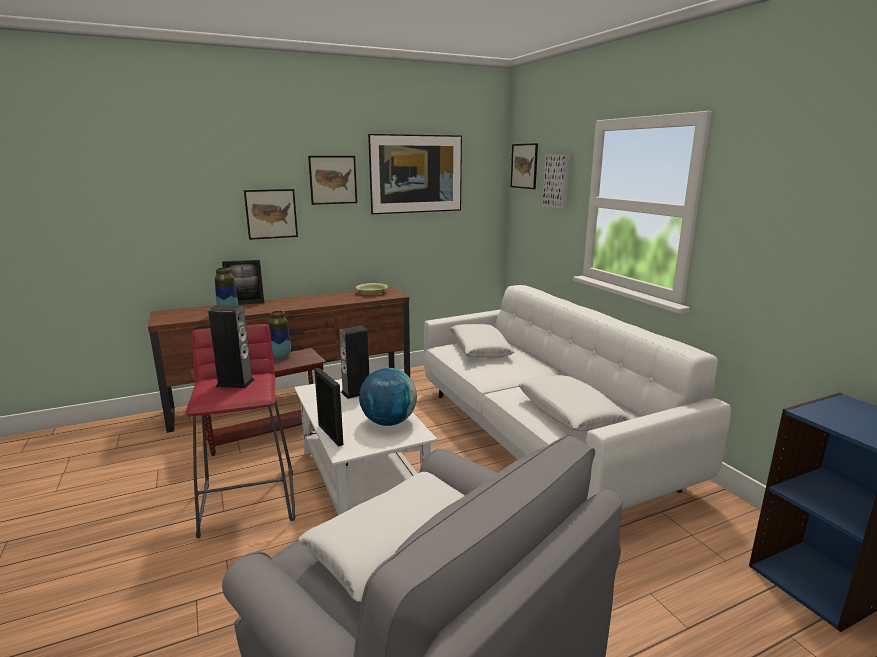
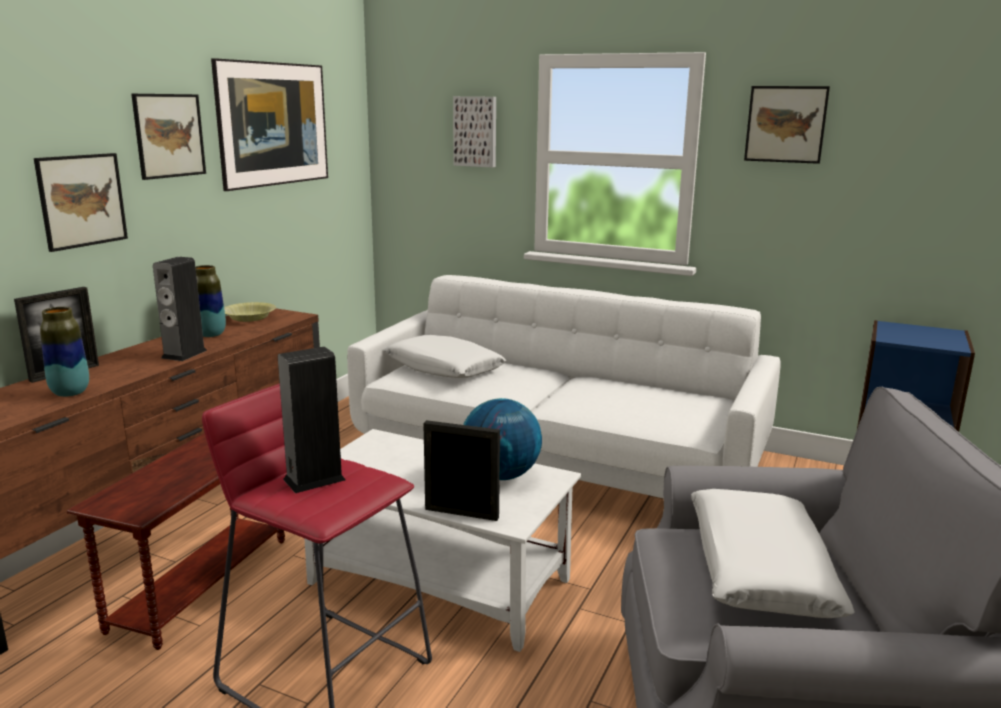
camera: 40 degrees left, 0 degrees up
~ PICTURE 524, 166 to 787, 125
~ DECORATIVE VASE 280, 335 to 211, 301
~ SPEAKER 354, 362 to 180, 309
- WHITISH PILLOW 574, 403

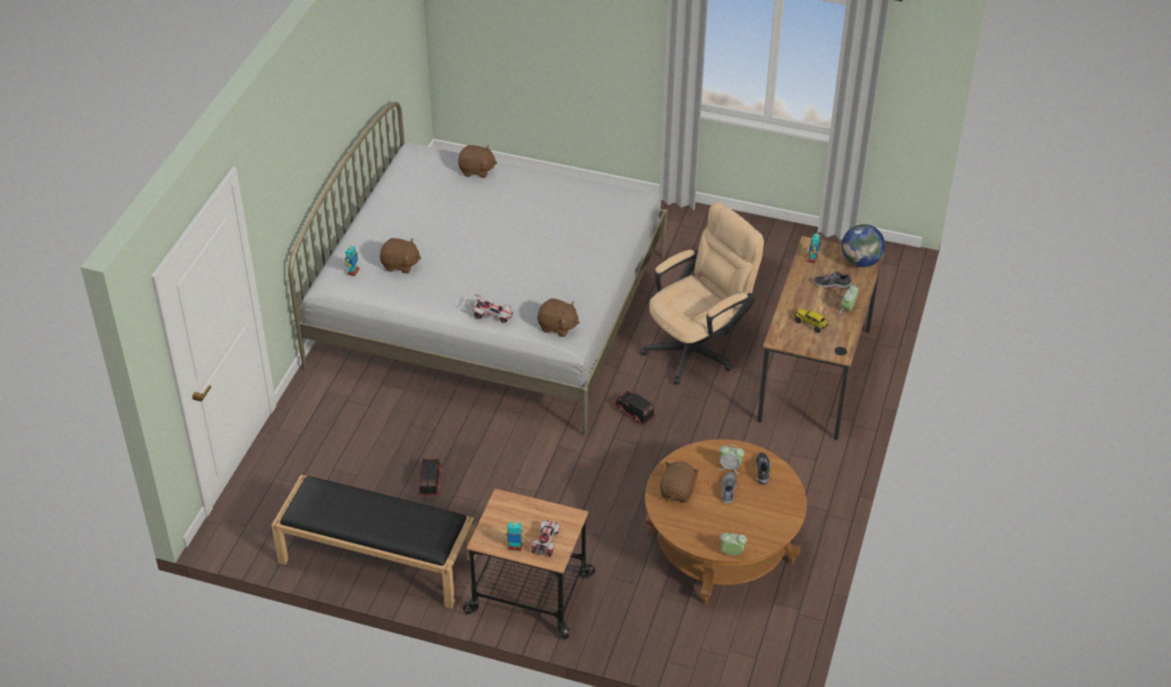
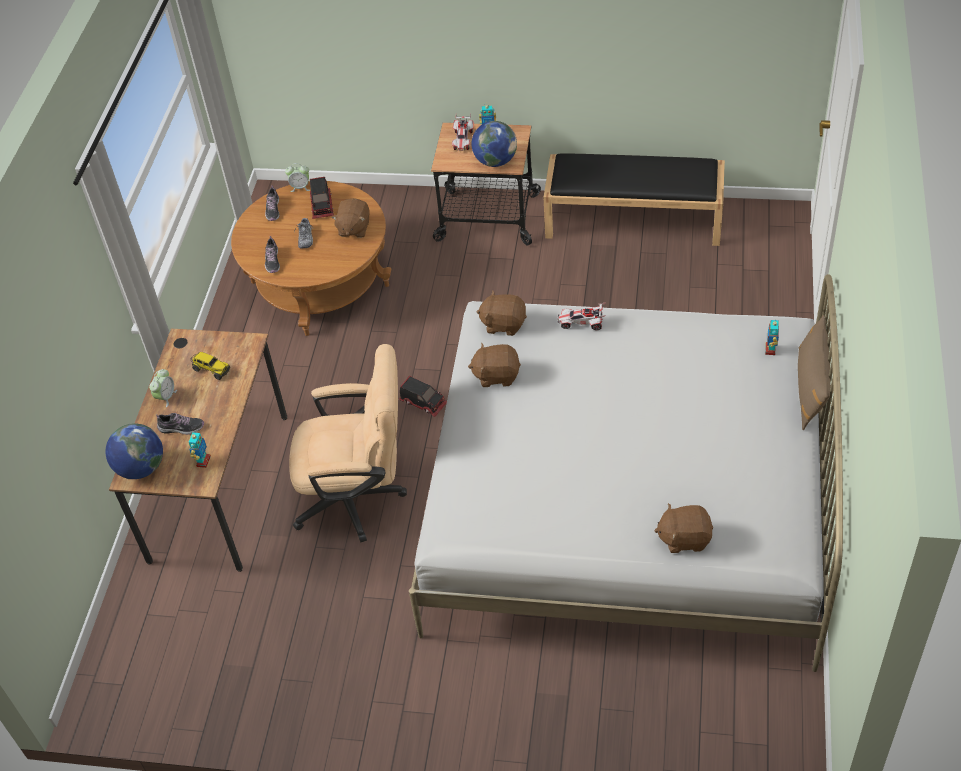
camera: 175 degrees right, 5 degrees up
~ BEIGE-COLOURED OFFICE CHAIR 702, 293 = 348, 443 135 degrees counterclockwise
~ BROWN SOFT TOY 400, 255 to 494, 364
- ALARM CLOCK 731, 459
~ TOY LORRY 430, 476 to 321, 198
+ DESK GLOBE 494, 144
+ ITEM OF FOOTWEAR 272, 203
+ BROWN PILLOW 814, 372

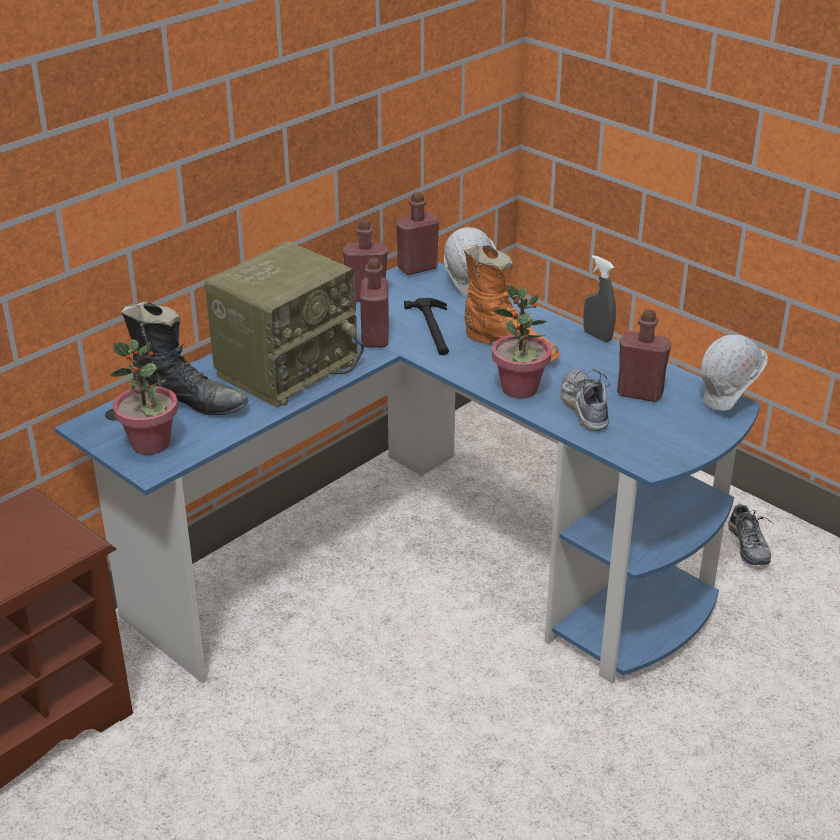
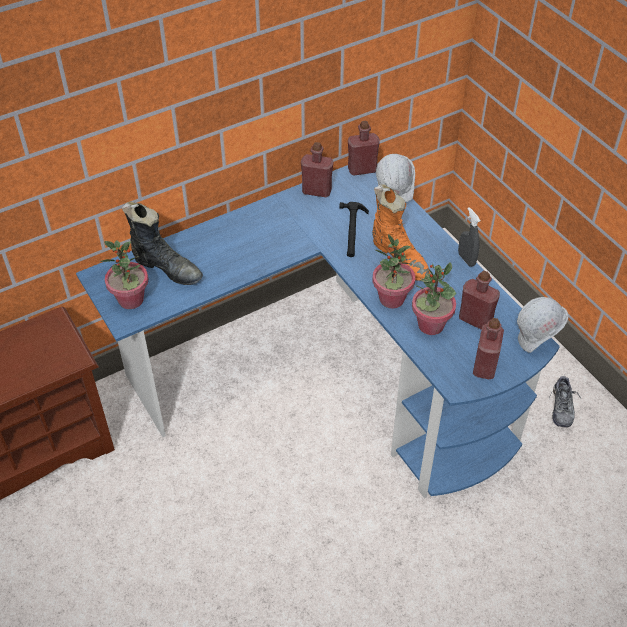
camera: 15 degrees right, 15 degrees up
- RADIO 284, 324
~ RED DRINK BOTTLE 374, 302 to 488, 348
~ ITEM OF FOOTWEAR 585, 400 to POTTED PLANT 434, 299

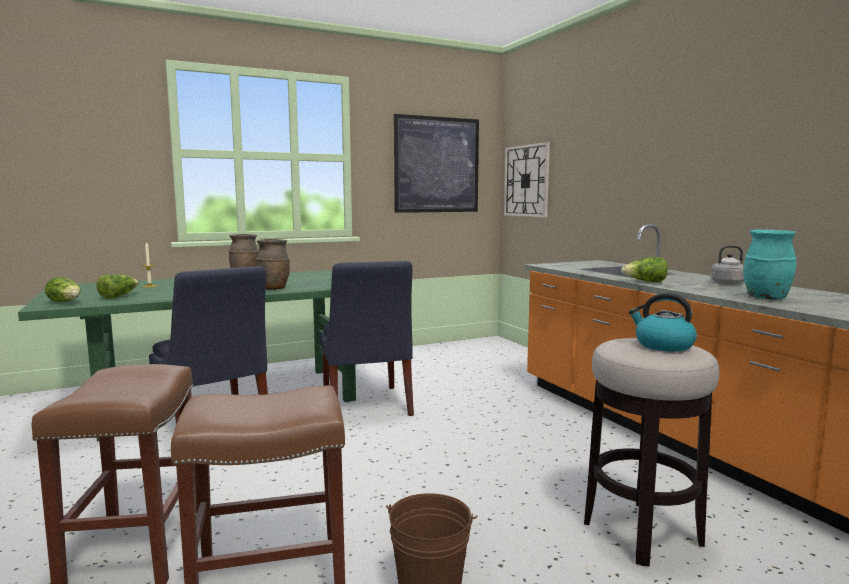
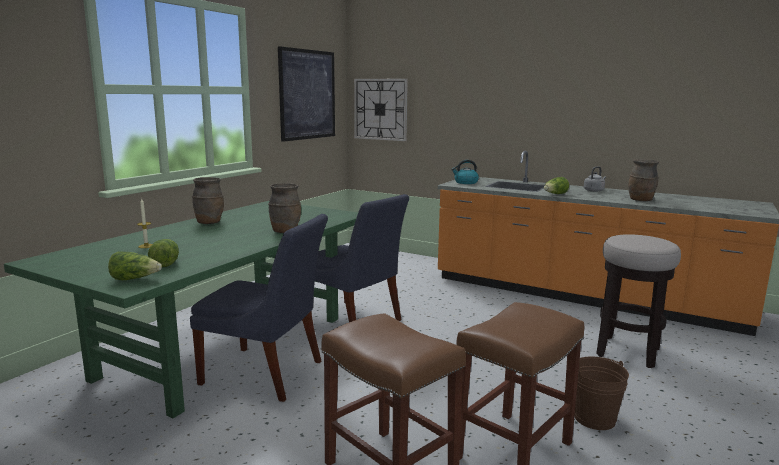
camera: 35 degrees left, 5 degrees up
~ BLUE-GREEN DECORATIVE VASE 770, 264 to BROWN DECORATIVE VASE 643, 180
~ KETTLE 663, 322 to 465, 172

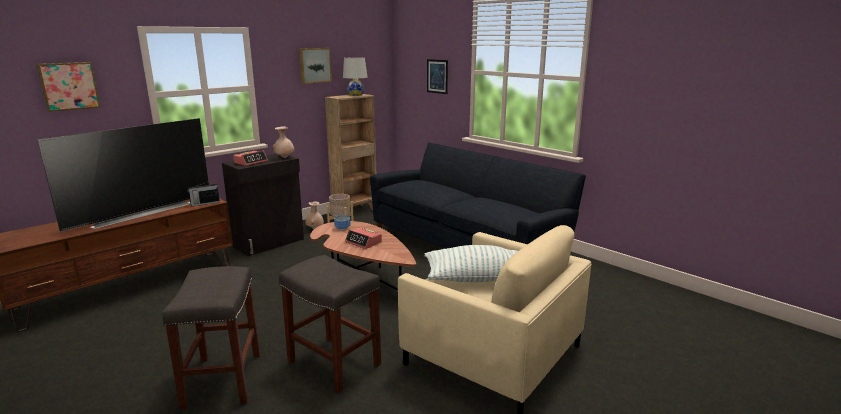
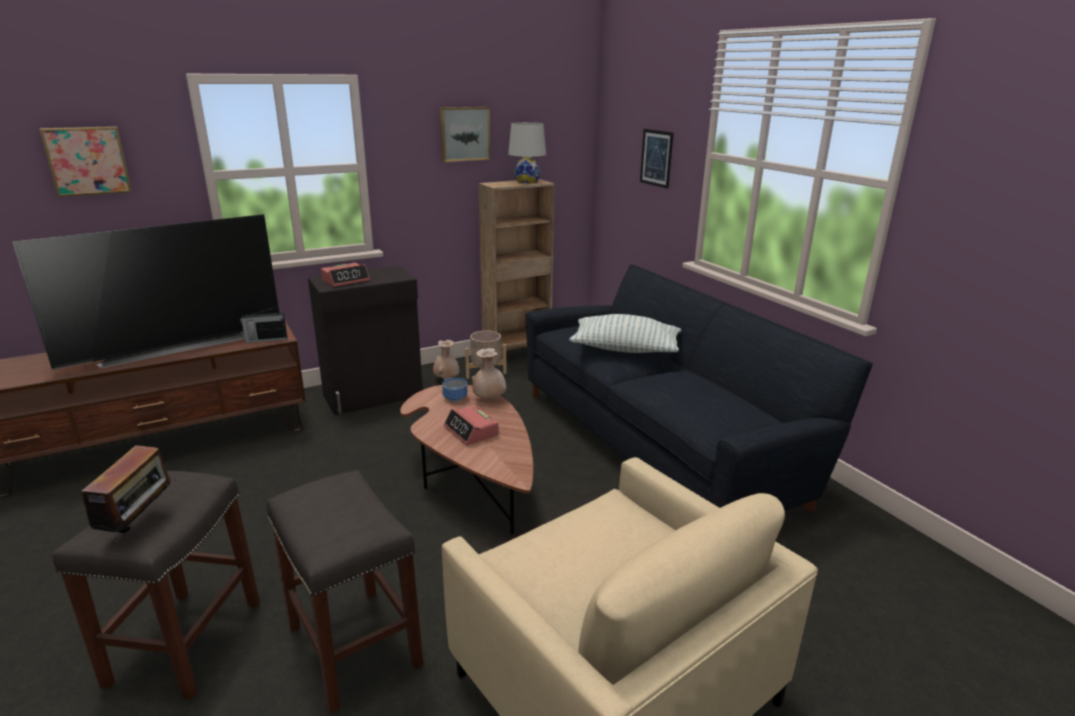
camera: 15 degrees right, 5 degrees up
~ BEIGE-COLOURED DECORATIVE VASE 283, 142 to 489, 374
~ PILLOW 471, 263 to 625, 333
+ RADIO 129, 493

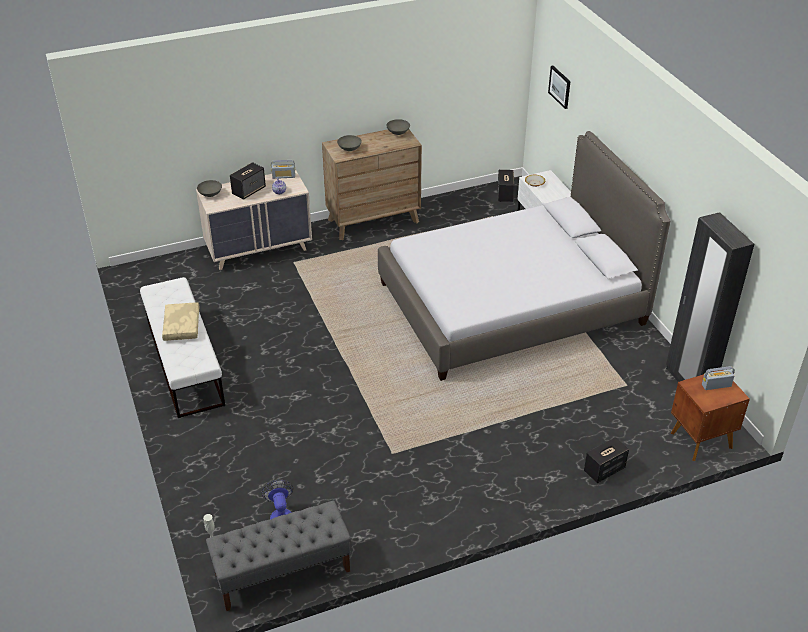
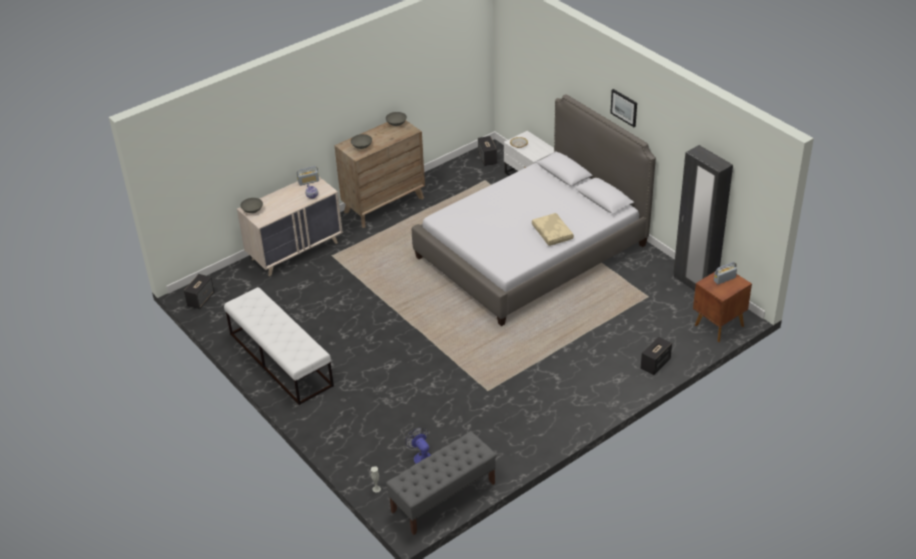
camera: 15 degrees left, 0 degrees up
~ PICTURE 559, 87 to 623, 108
~ SPEAKER 248, 181 to 199, 291
~ BEIGE-COLOURED PILLOW 180, 321 to 553, 229

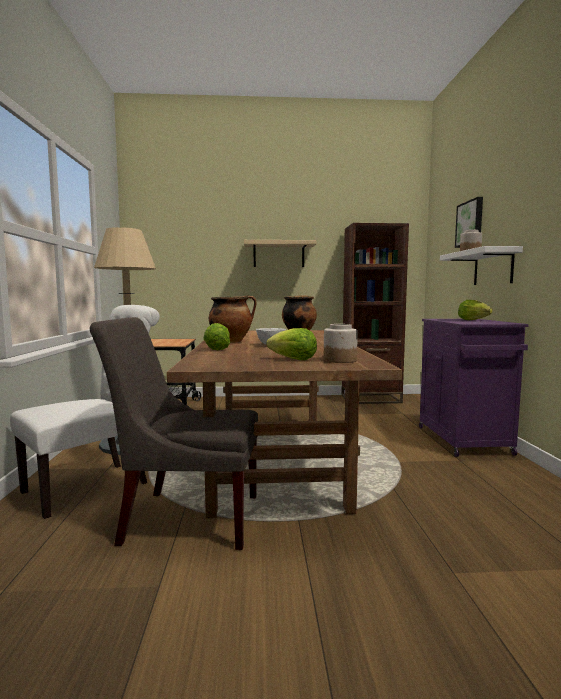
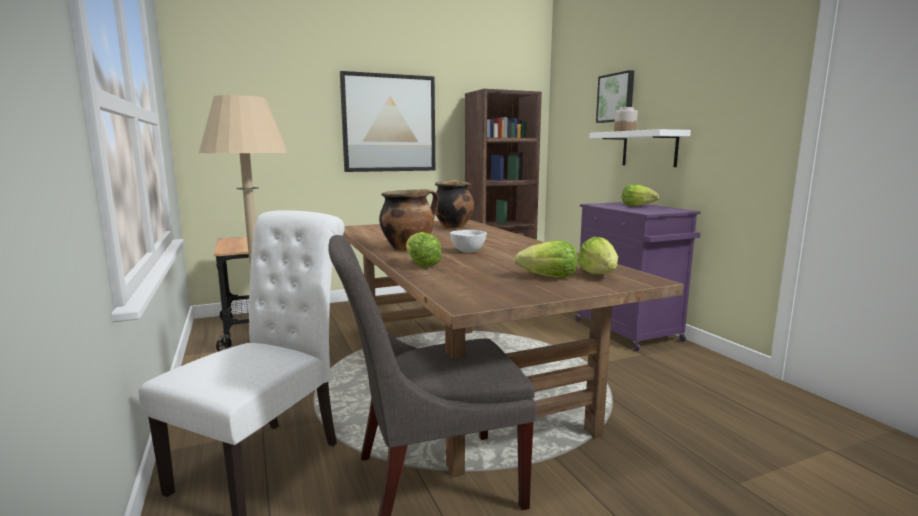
camera: 20 degrees left, 5 degrees up
~ BEIGE-COLOURED SHELF 280, 253 to PICTURE 387, 121
~ STORAGE JAR 341, 343 to LETTUCE 598, 255

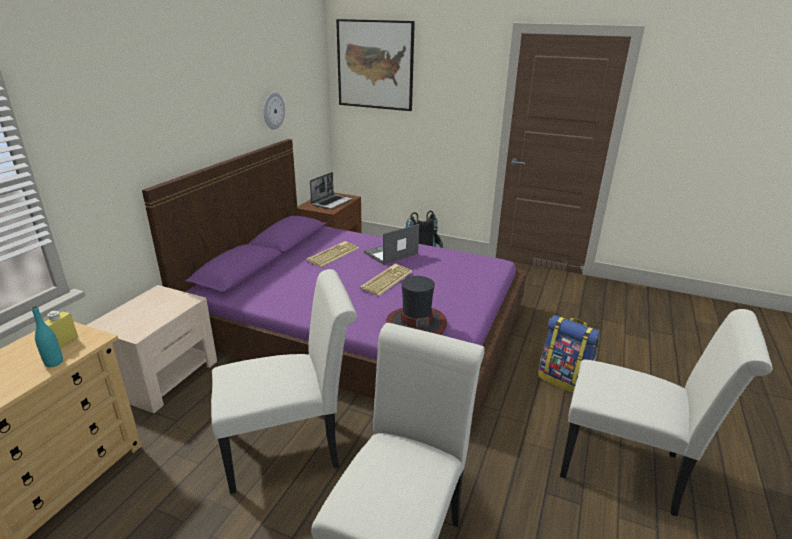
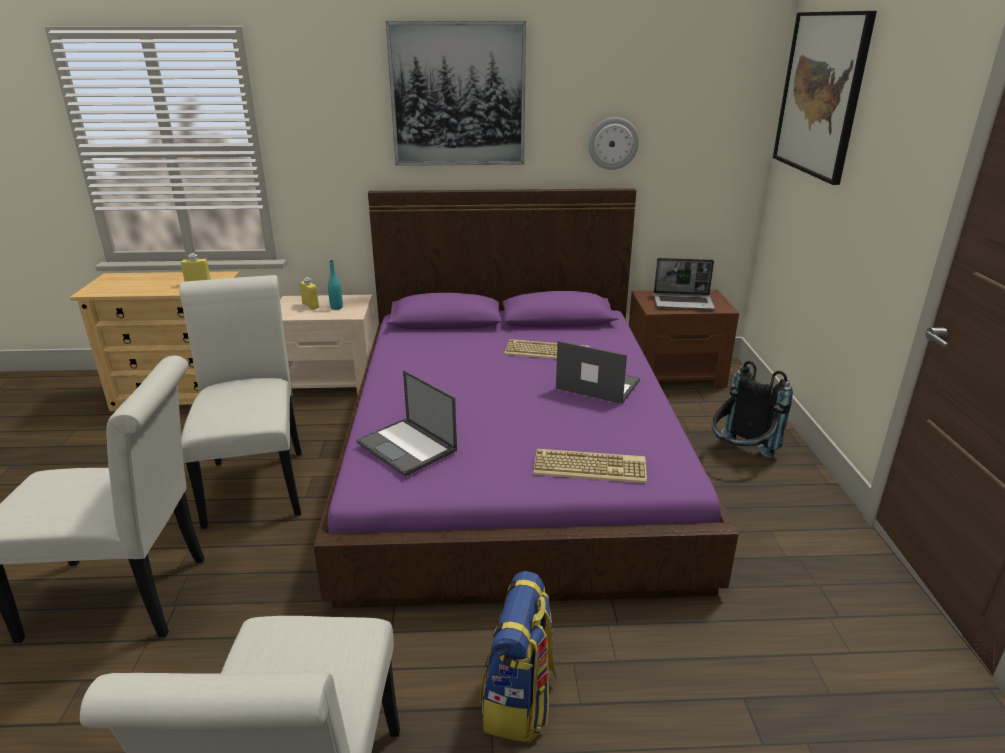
camera: 65 degrees right, 0 degrees up
~ KEYBOARD 386, 280 to 590, 466
~ WHITISH PLAIN CHAIR 284, 381 = 240, 402 150 degrees counterclockwise
~ HAT 416, 305 to PORTABLE COMPUTER 406, 423
~ BLUE-GREEN DRINK BOTTLE 47, 336 to 335, 285
+ PICTURE 456, 93
+ YELLOW DRINK BOTTLE 309, 293

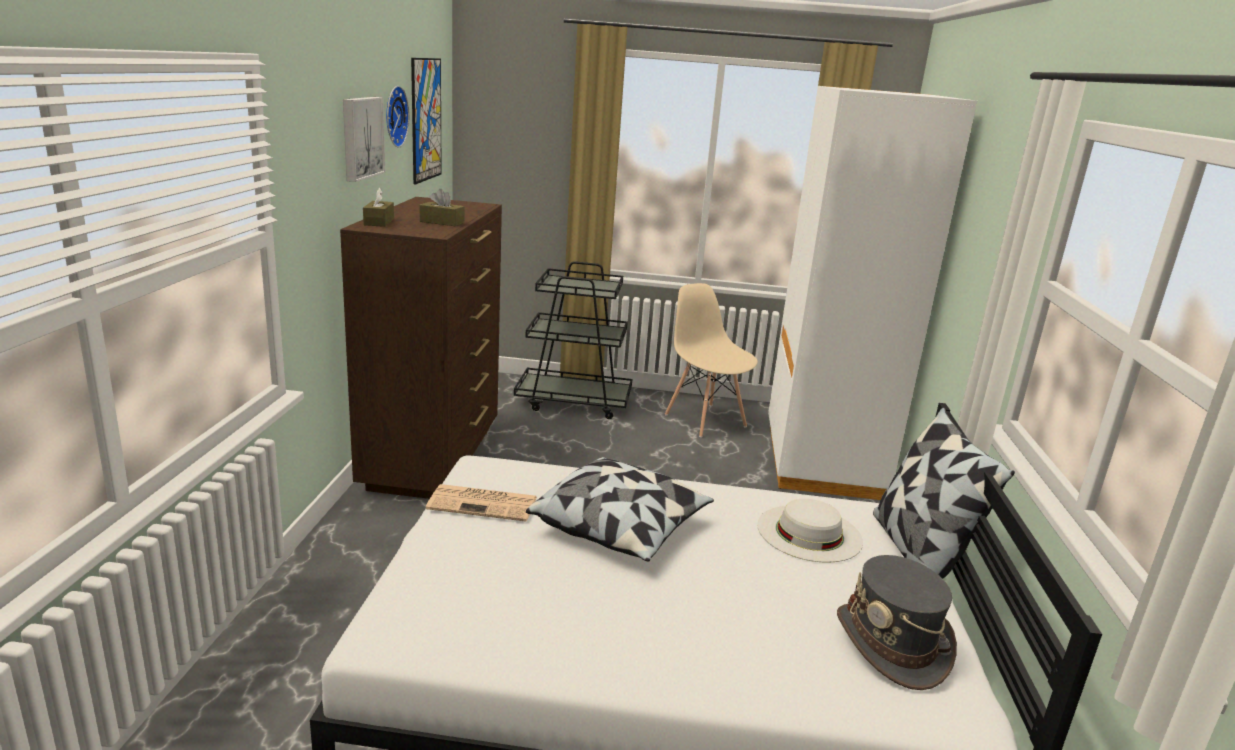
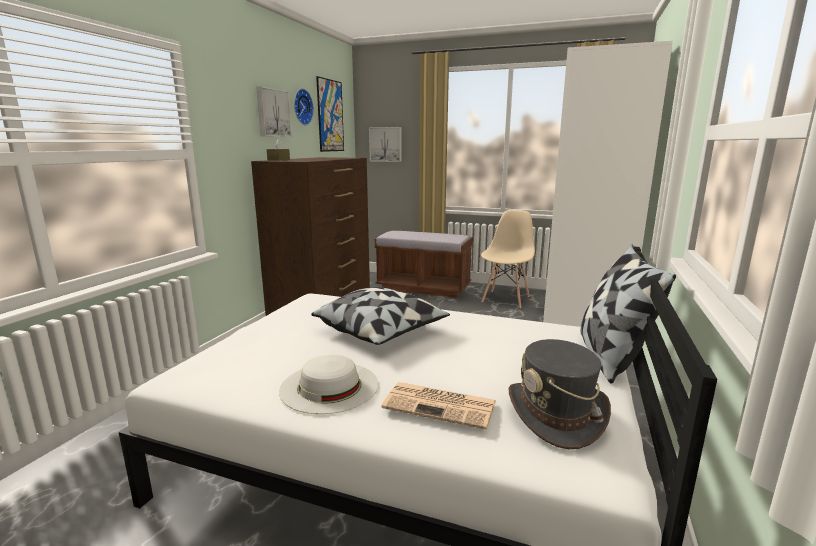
camera: 15 degrees right, 5 degrees down
- BROWN TISSUE BOX 442, 207
~ BLACK-COLOURED CART 573, 340 to BROWN LONG SEAT 424, 264
~ BEIGE-COLOURED PLAIN CHAIR 711, 360 = 508, 259 45 degrees clockwise
~ DAILY PAPER 481, 503 to 438, 406
~ WHITISH HAT 810, 531 to 329, 384
+ PICTURE 385, 144

